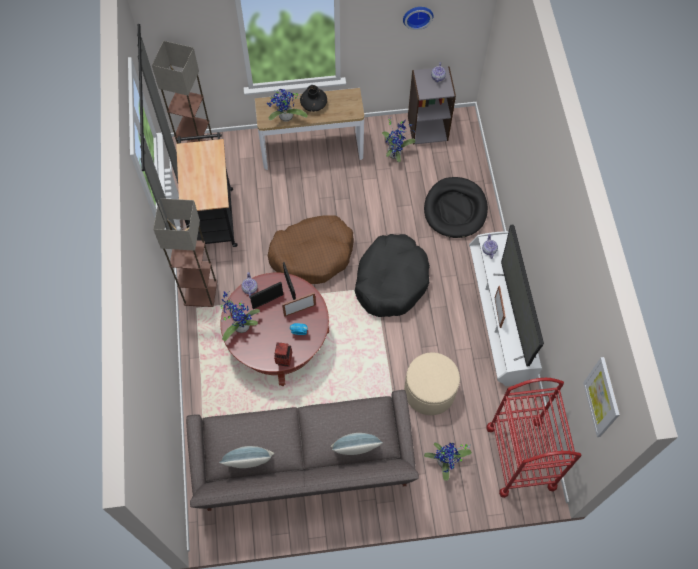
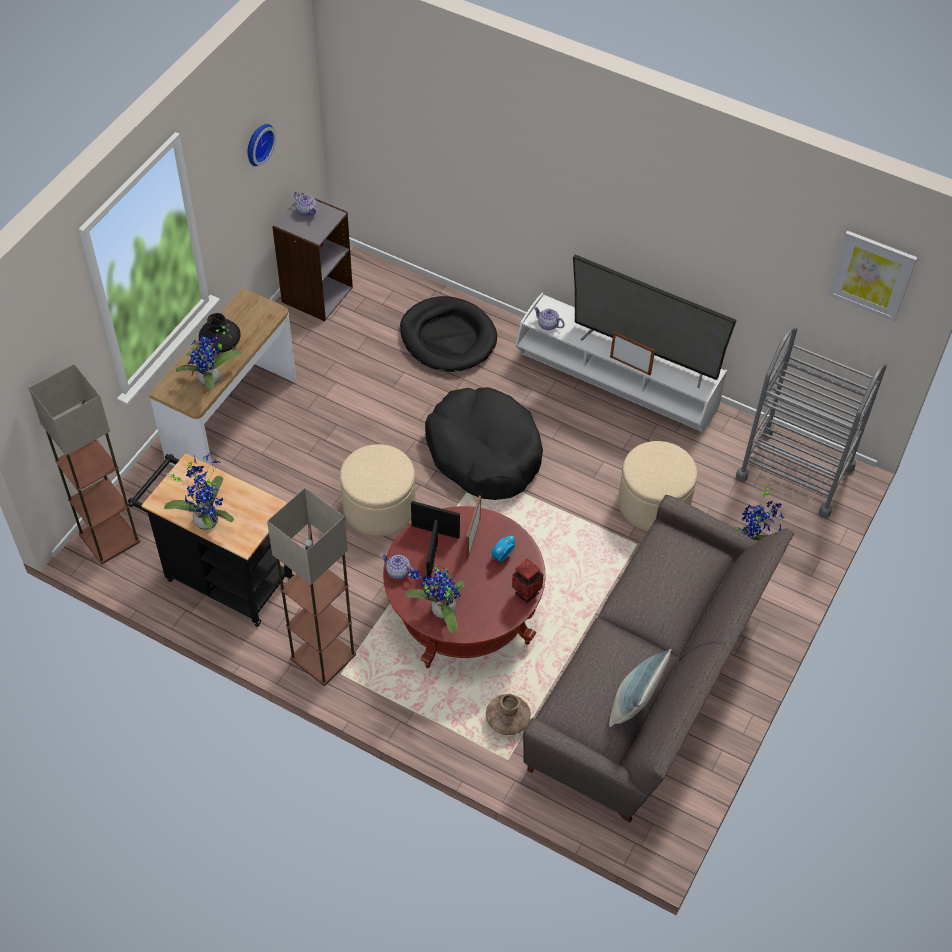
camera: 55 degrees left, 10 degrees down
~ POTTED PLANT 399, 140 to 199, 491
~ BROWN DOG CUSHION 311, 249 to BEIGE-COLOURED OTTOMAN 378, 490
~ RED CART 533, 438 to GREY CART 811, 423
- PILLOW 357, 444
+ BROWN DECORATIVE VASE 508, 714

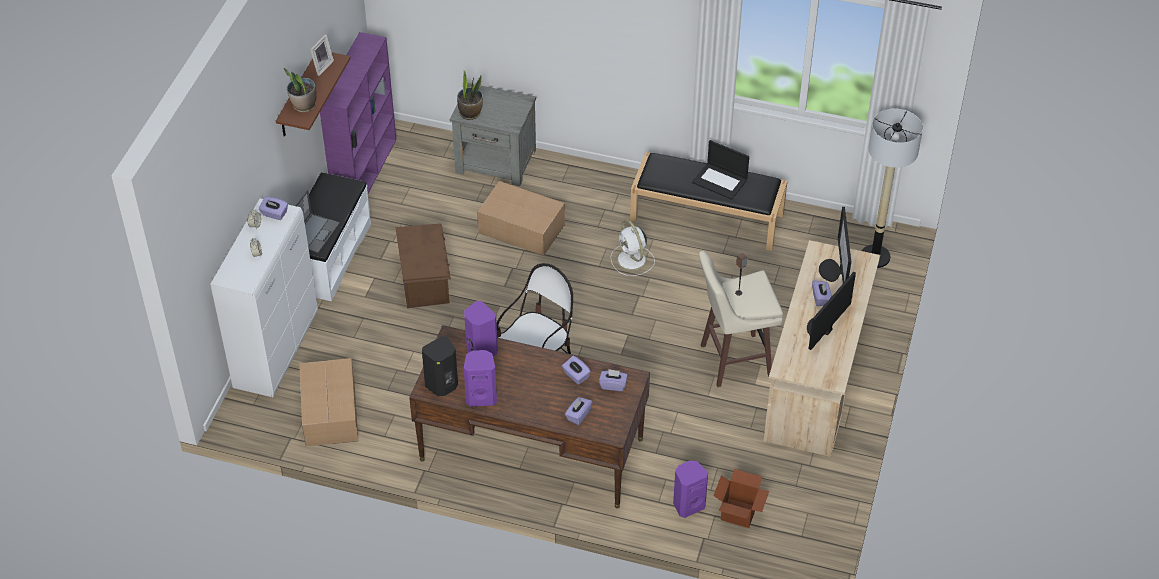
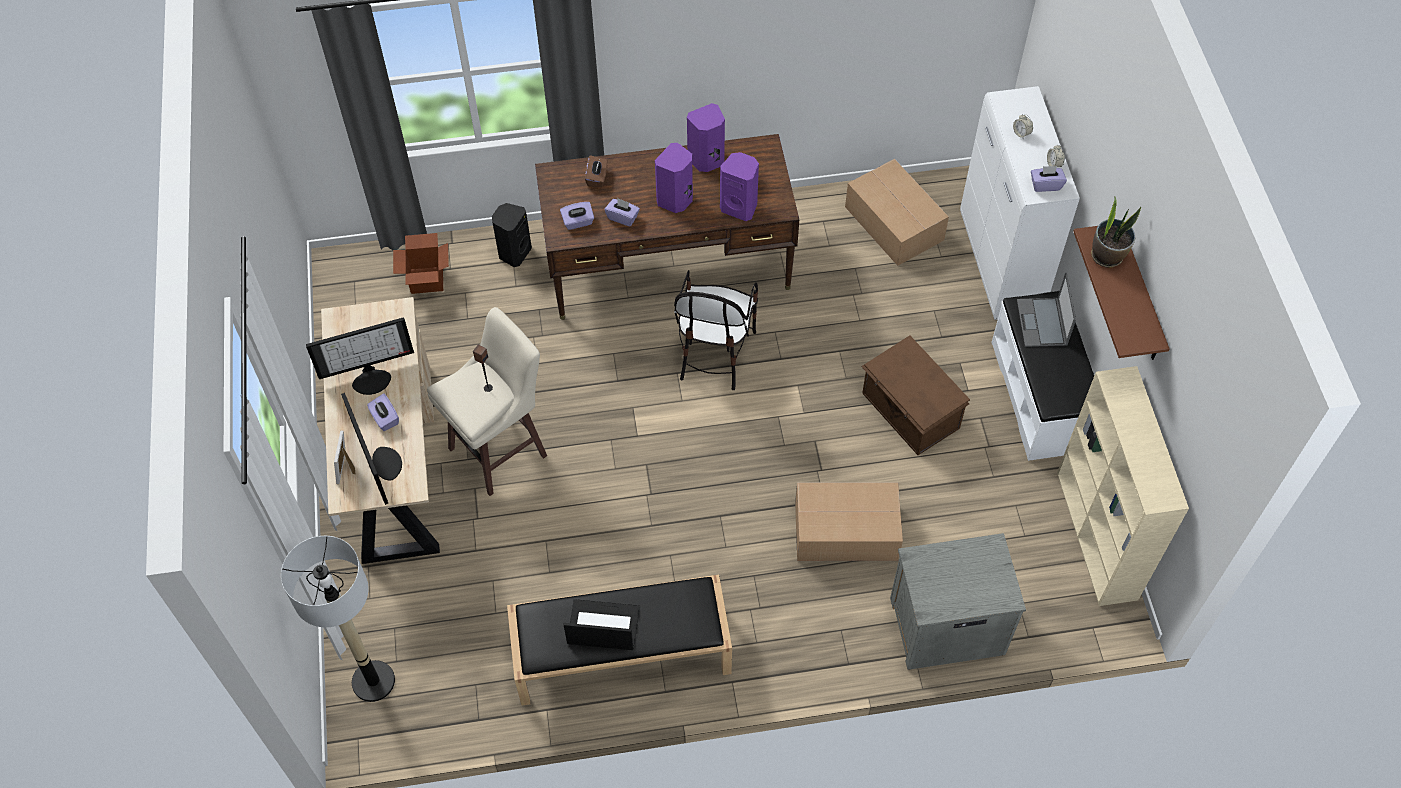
camera: 155 degrees right, 10 degrees up
~ PURPLE-COLOURED BOOKCASE 358, 112 to BEIGE-COLOURED BOOKCASE 1123, 486
~ PHOTO FRAME 322, 55 to 344, 457
- POTTED PLANT 470, 95
- WHITISH ELECTRIC FAN 633, 247
~ COMPUTER SCREEN 831, 311 = 360, 356 60 degrees clockwise
~ BLACK-COLOURED SPEAKER 440, 366 to 512, 235
~ PURPLE-COLOURED TISSUE BOX 579, 411 to BROWN TISSUE BOX 596, 171
~ PURPLE-COLOURED SPEAKER 690, 489 to 674, 178

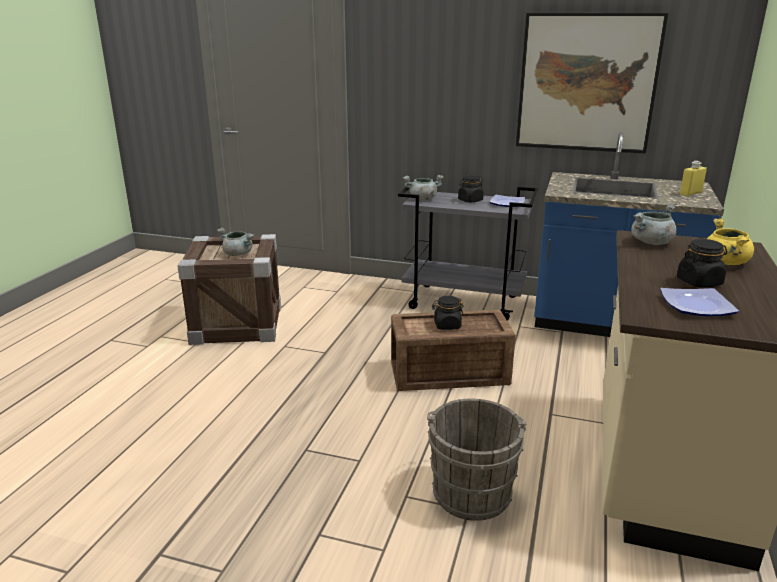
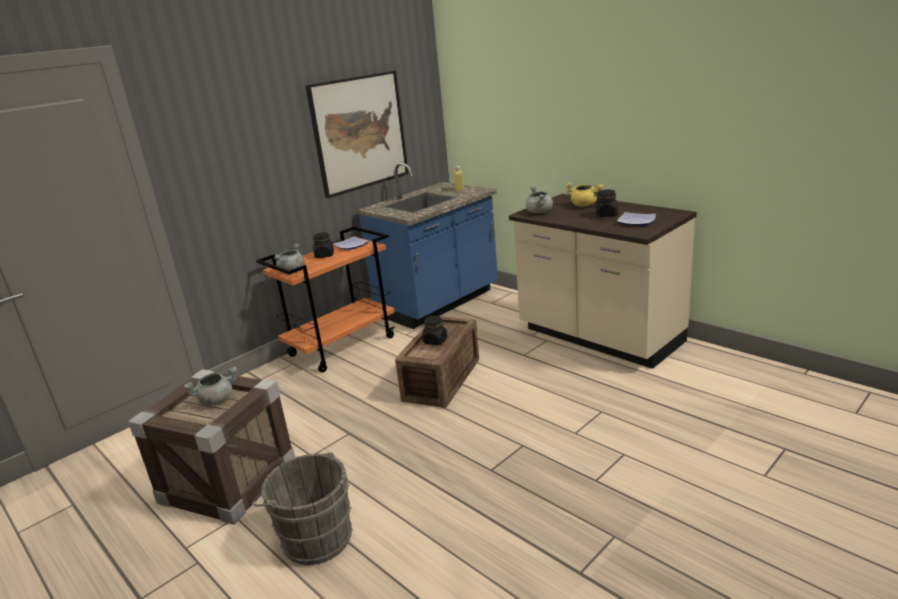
camera: 60 degrees left, 0 degrees up
~ GREY CART 468, 250 to ORANGE CART 325, 300
~ GREY WATER BUCKET 477, 459 to 302, 508

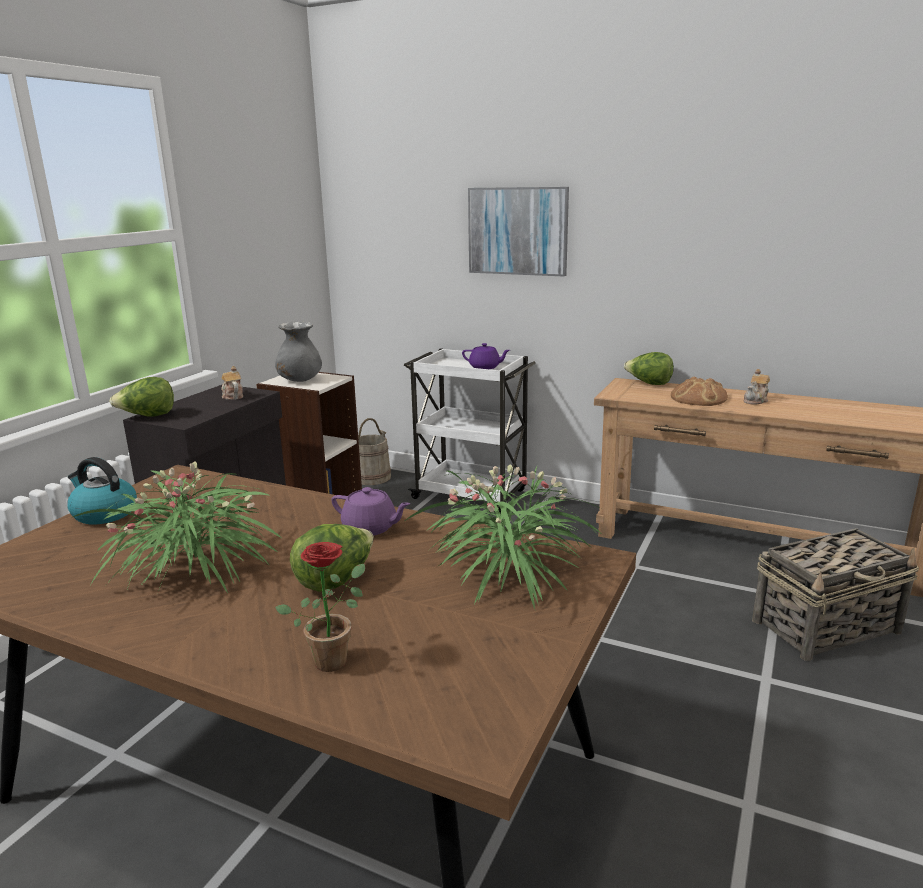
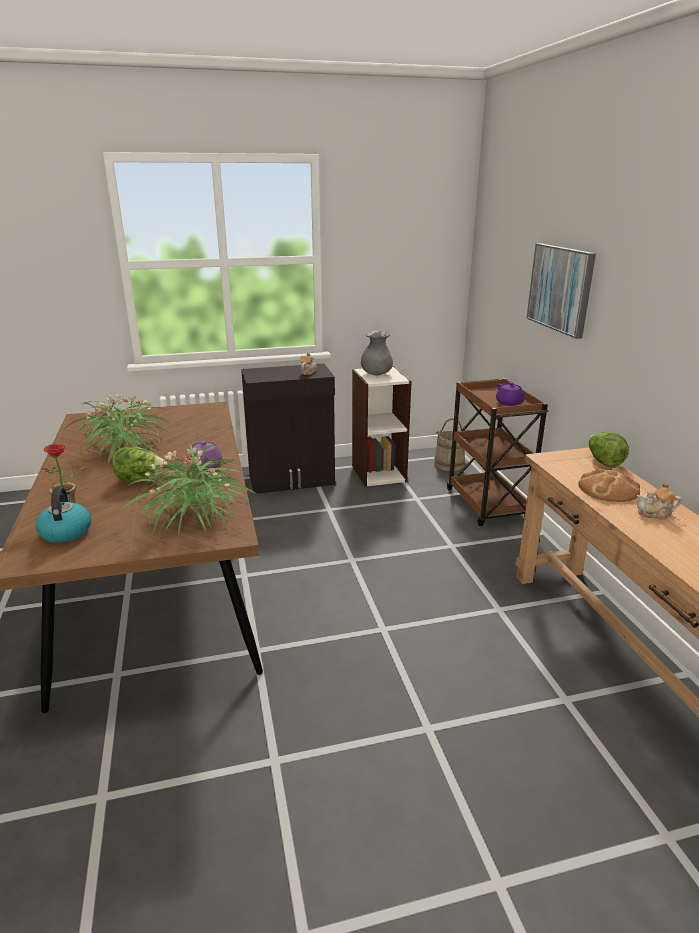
camera: 50 degrees right, 5 degrees up
~ WHITISH CART 470, 431 to BROWN CART 497, 452
- LETTUCE 141, 396
~ KETTLE 102, 491 to 63, 515
- STORAGE BASKET 835, 594

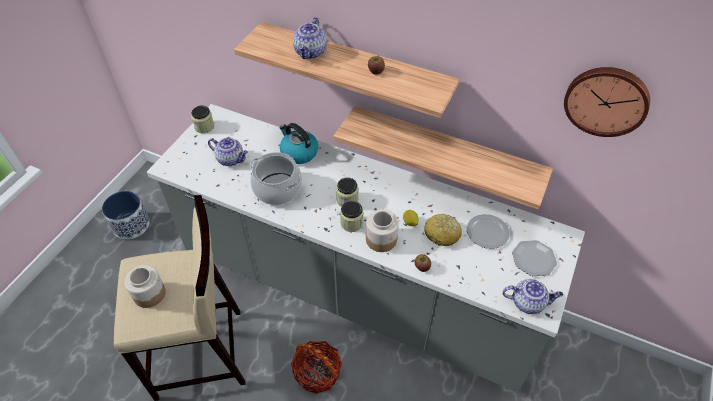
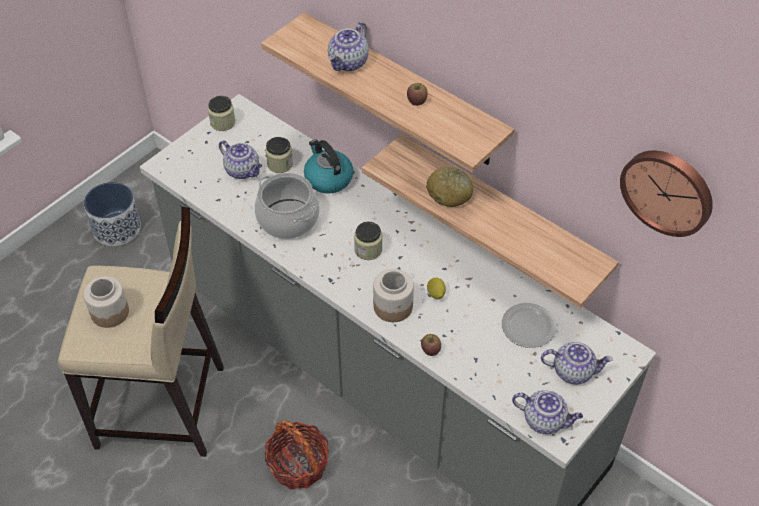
camera: 15 degrees right, 0 degrees up
~ STORAGE JAR 351, 216 to 279, 155
~ BAKED BREAD 443, 230 to 449, 187
~ PLATE 534, 258 to TEA POT 577, 363

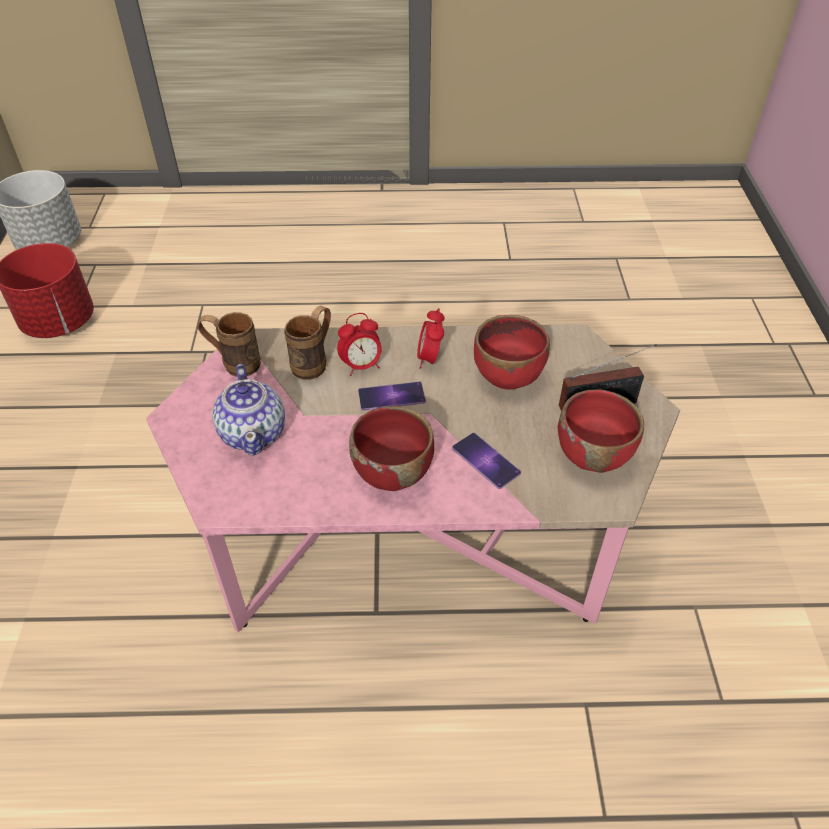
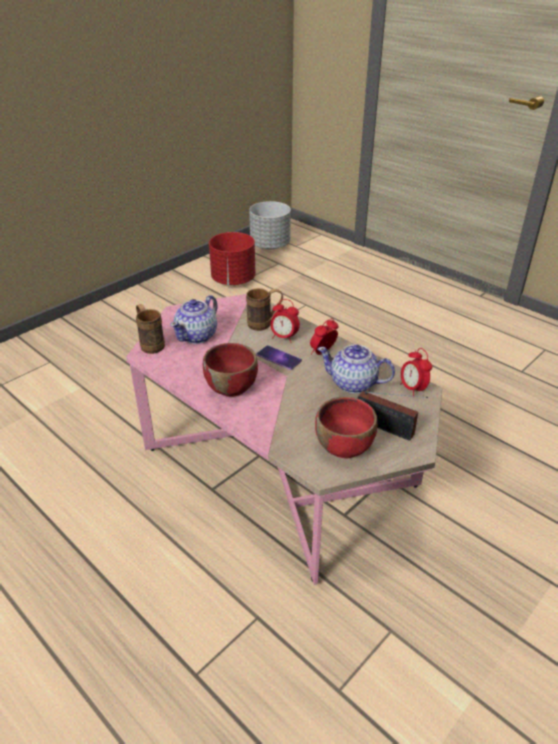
camera: 45 degrees right, 10 degrees down
~ BROWN COFFEE MUG 229, 344 to 150, 329
~ RED SERVING BOWL 512, 352 to TEA POT 356, 369
- TELEPHONE 486, 461
+ ALARM CLOCK 416, 372

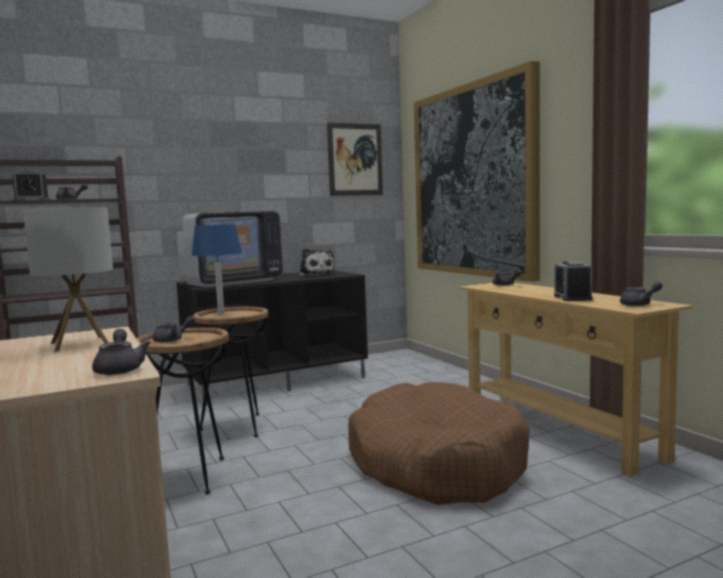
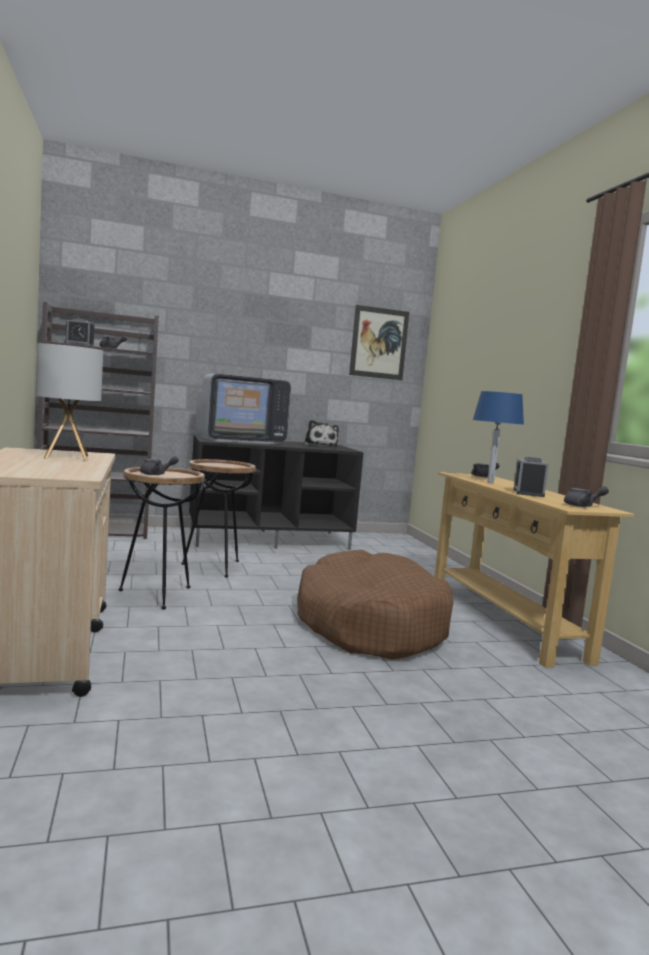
camera: 10 degrees right, 0 degrees up
- PICTURE 477, 171
~ BLUISH TABLETOP LAMP 217, 269 to 498, 437
- GREY TEA POT 121, 352

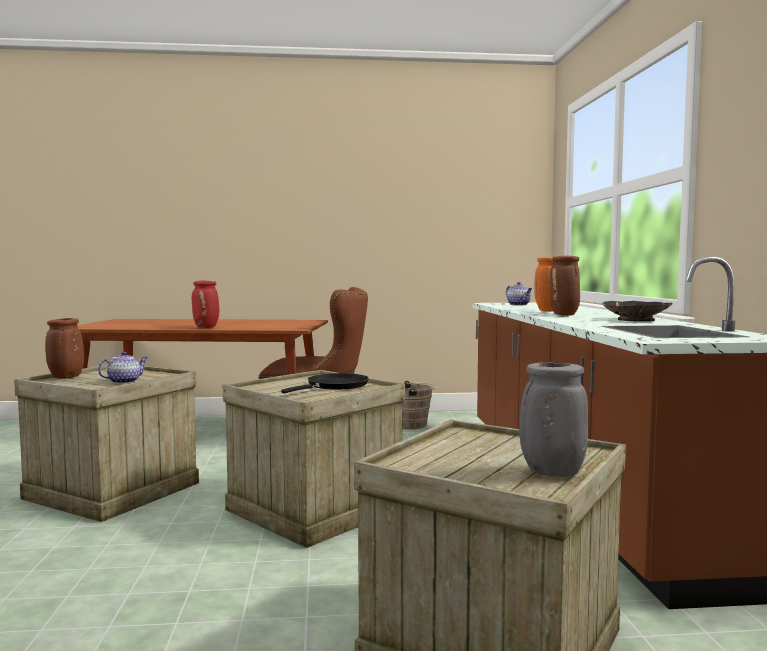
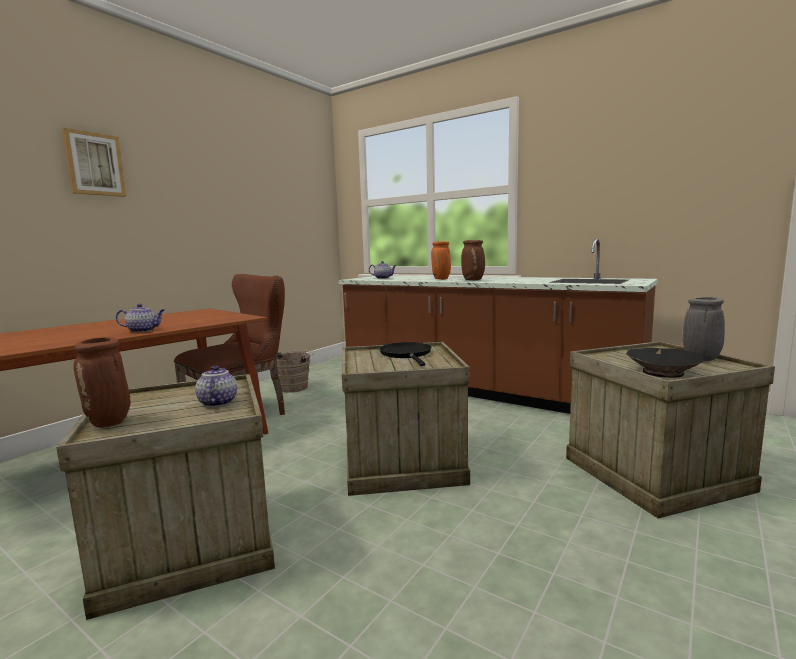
camera: 50 degrees left, 5 degrees up
~ RED DECORATIVE VASE 205, 304 to TEA POT 140, 318
~ BLACK-COLOURED SERVING BOWL 637, 311 to 665, 363
+ PICTURE 94, 162

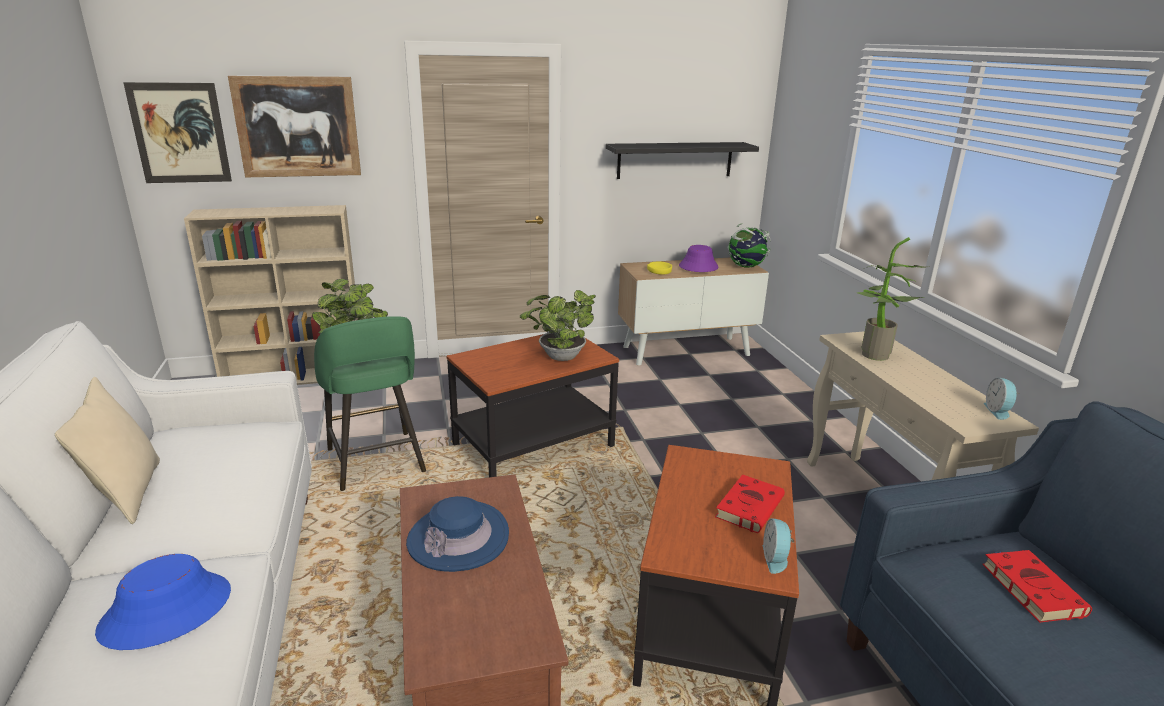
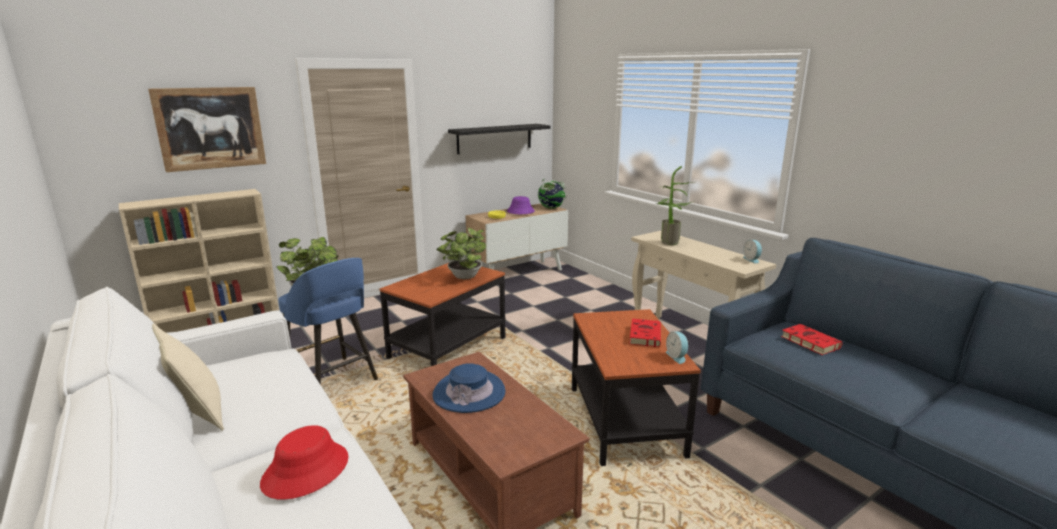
camera: 20 degrees left, 5 degrees down
- PICTURE 177, 132
~ GREENISH SITTING STOOL 370, 403 to BLUISH SITTING STOOL 328, 321
~ BLUISH HAT 163, 602 to RED HAT 304, 462

